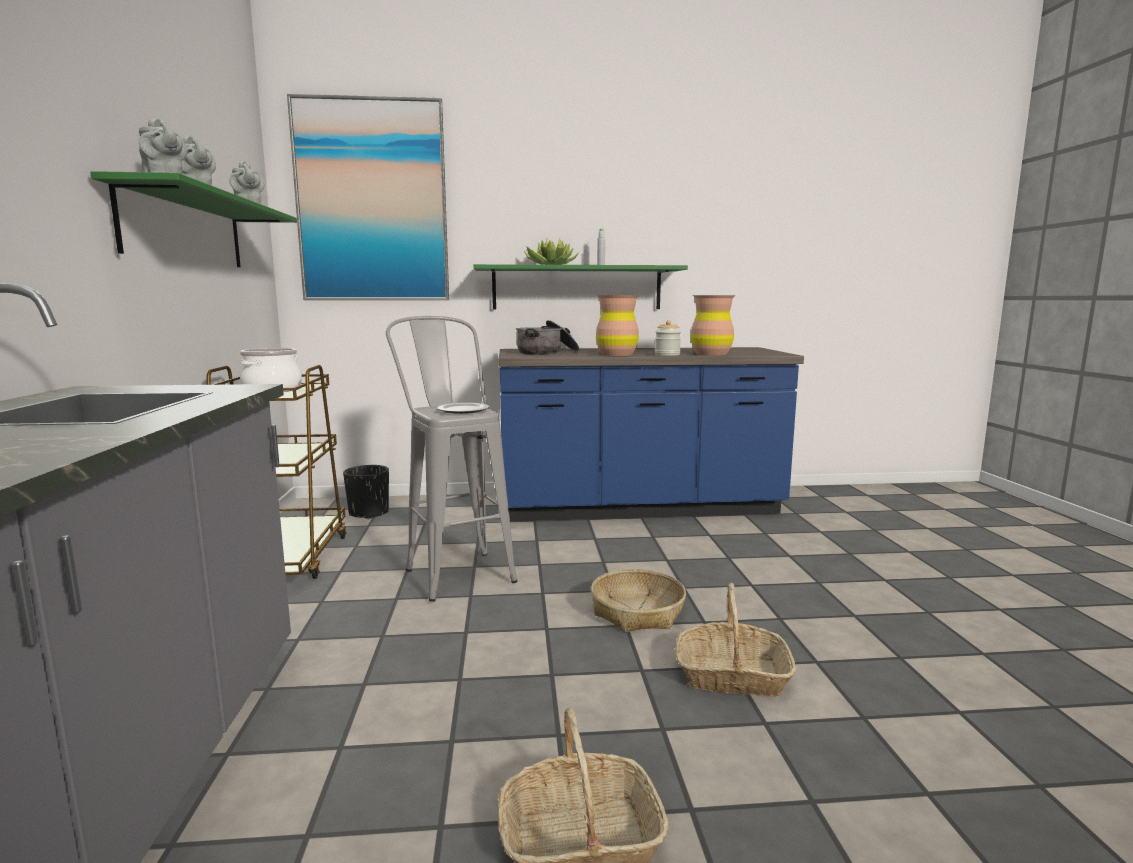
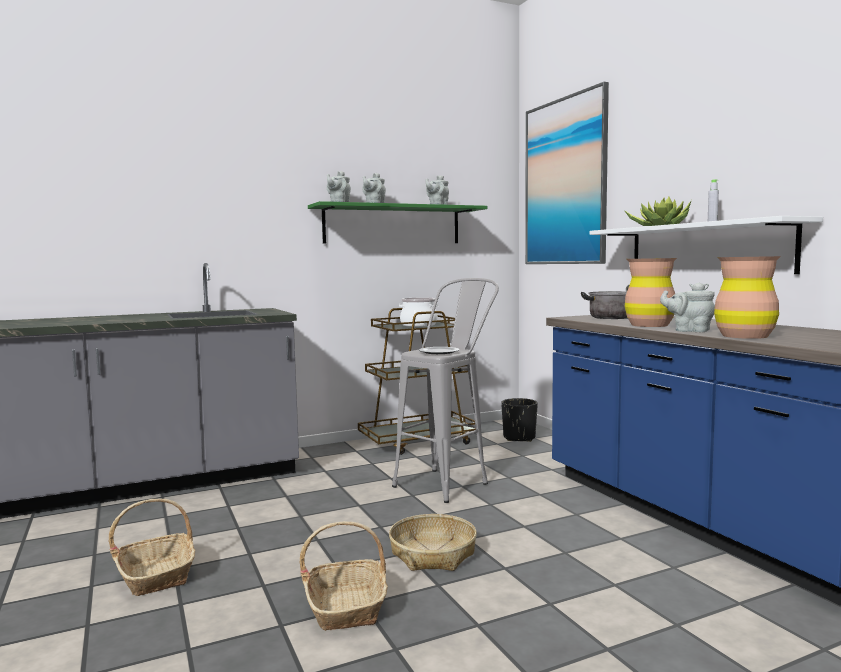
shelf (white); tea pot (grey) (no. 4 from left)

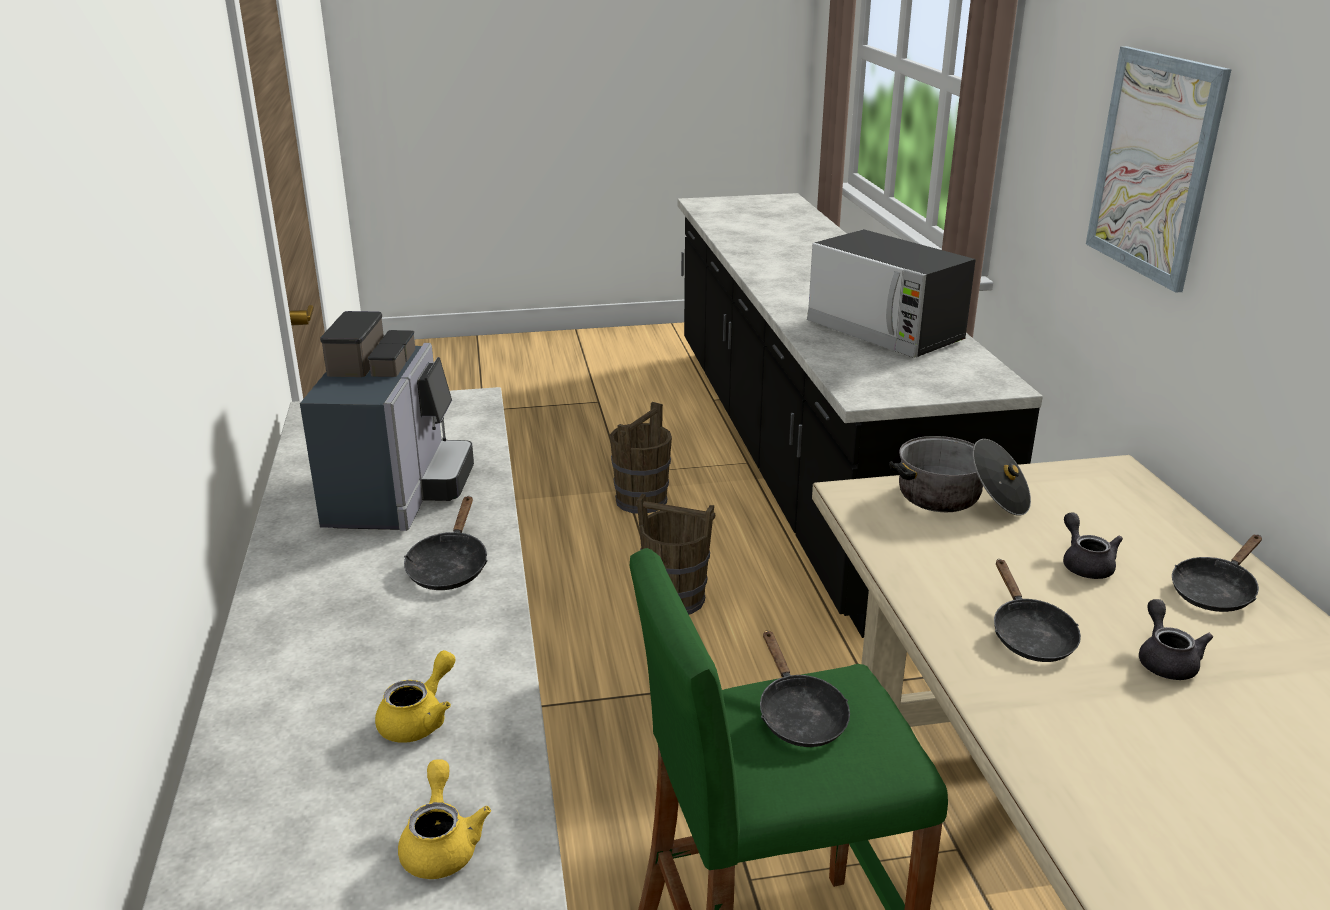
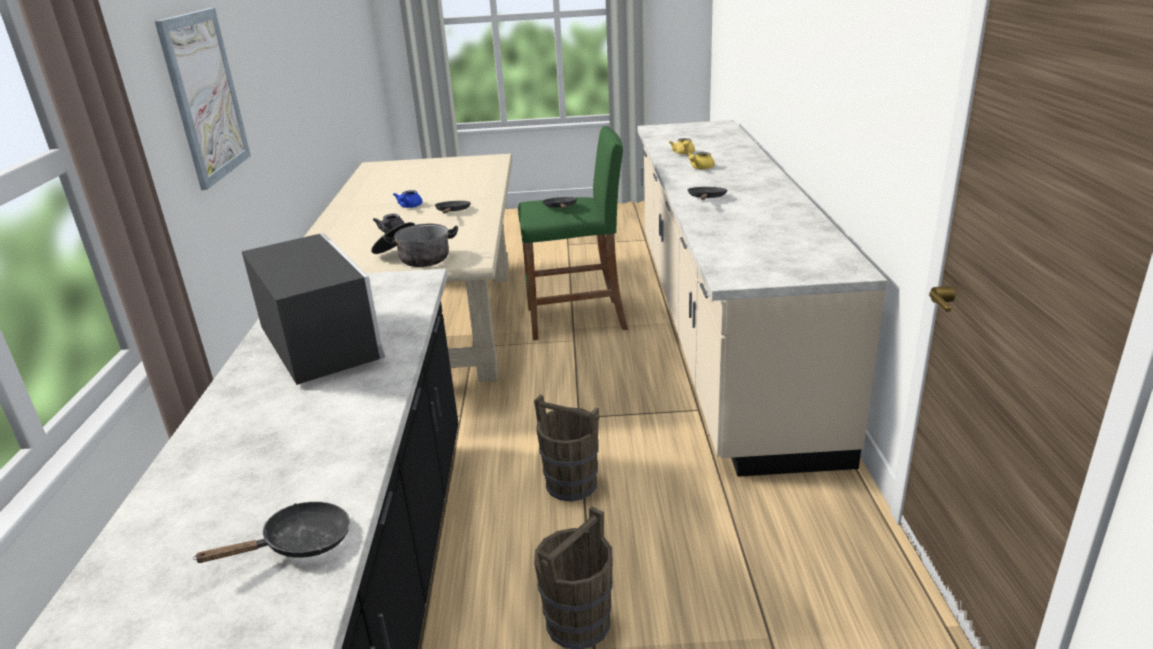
pan (blackish) (no. 1 from left); tea pot (blue); coffee machine

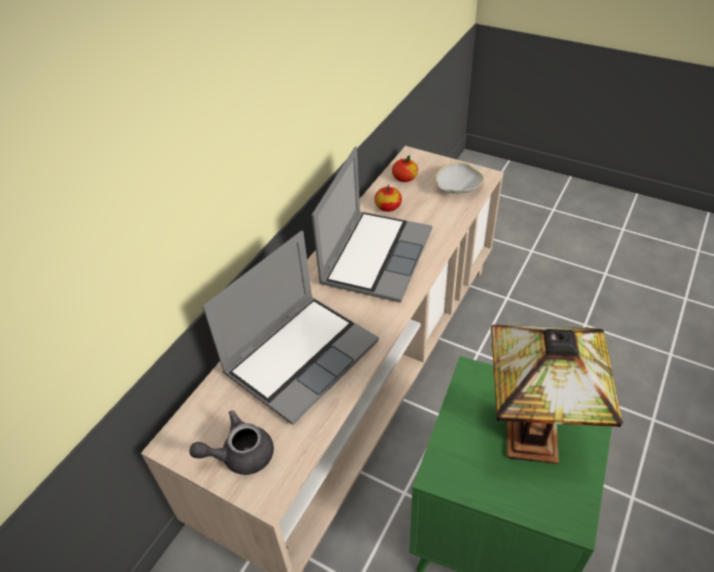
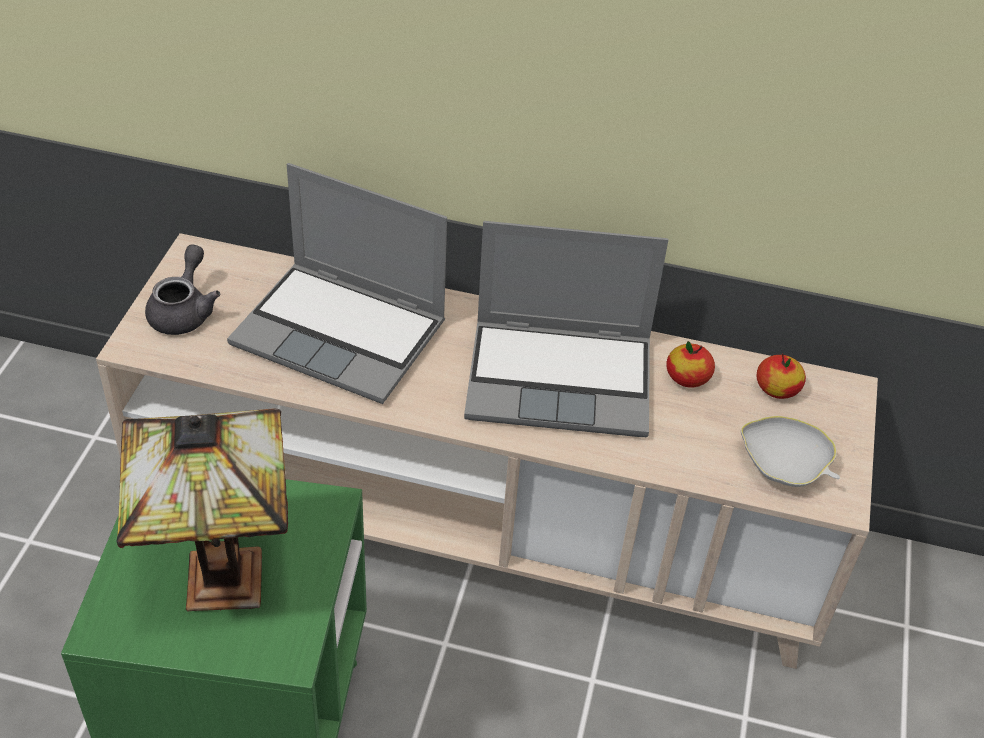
tea pot (grey)

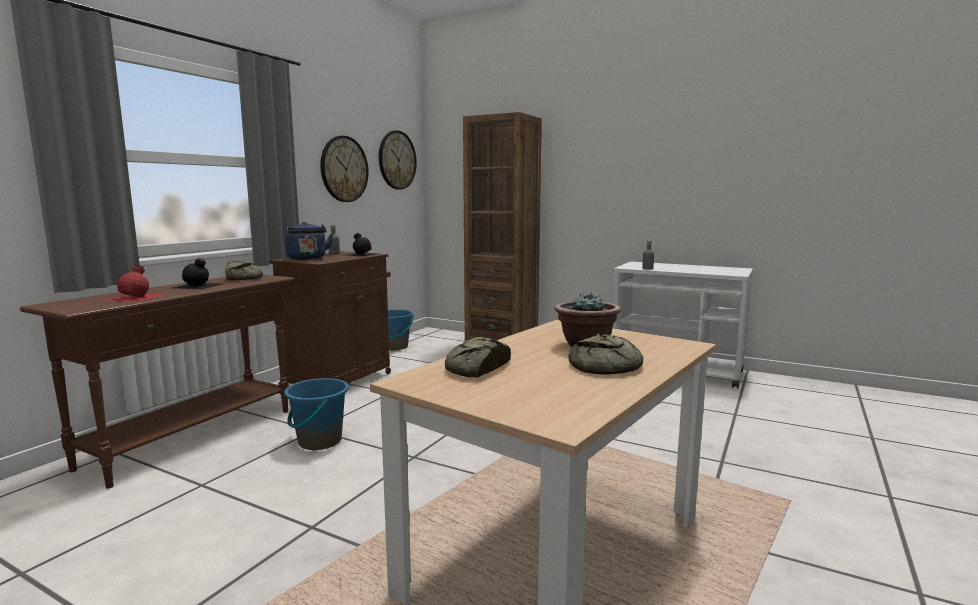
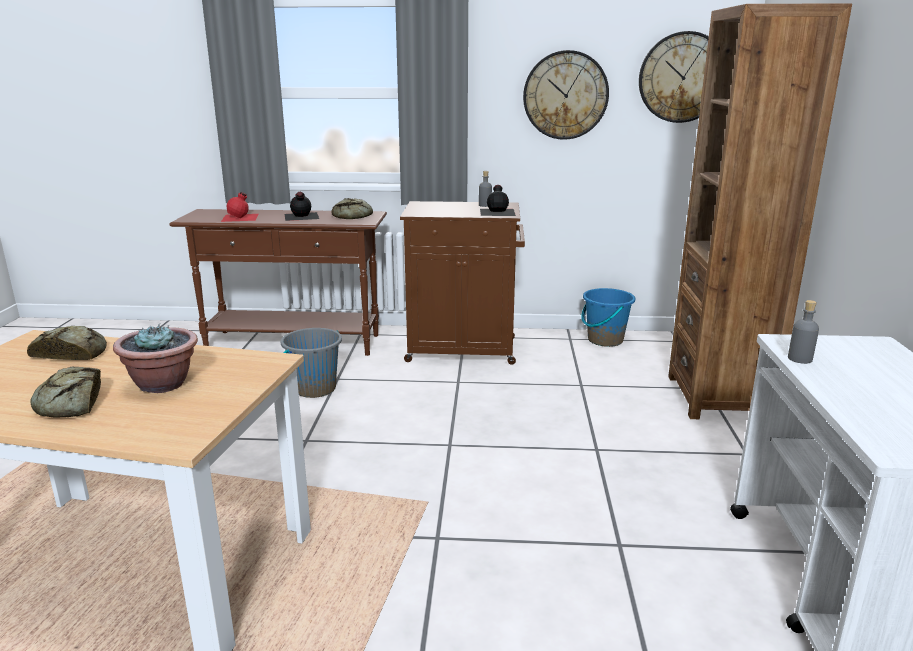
pail (grey); tea kettle (blue)

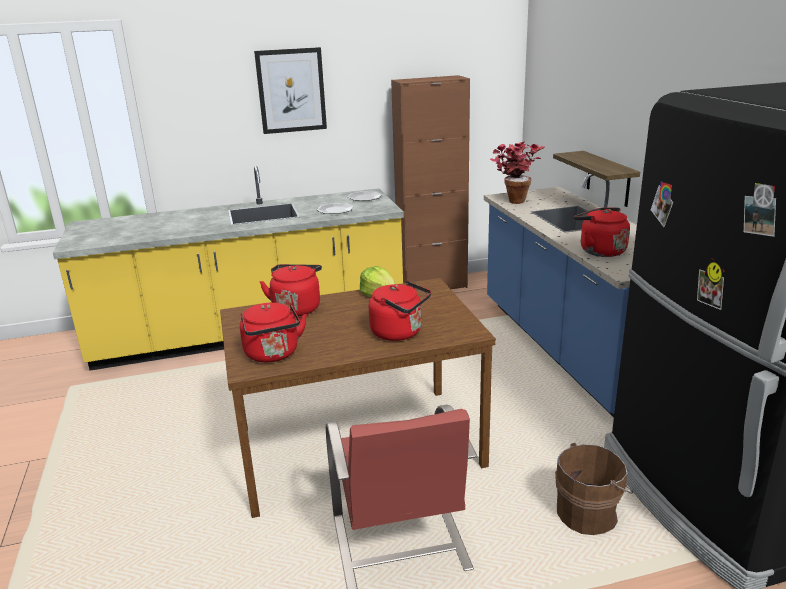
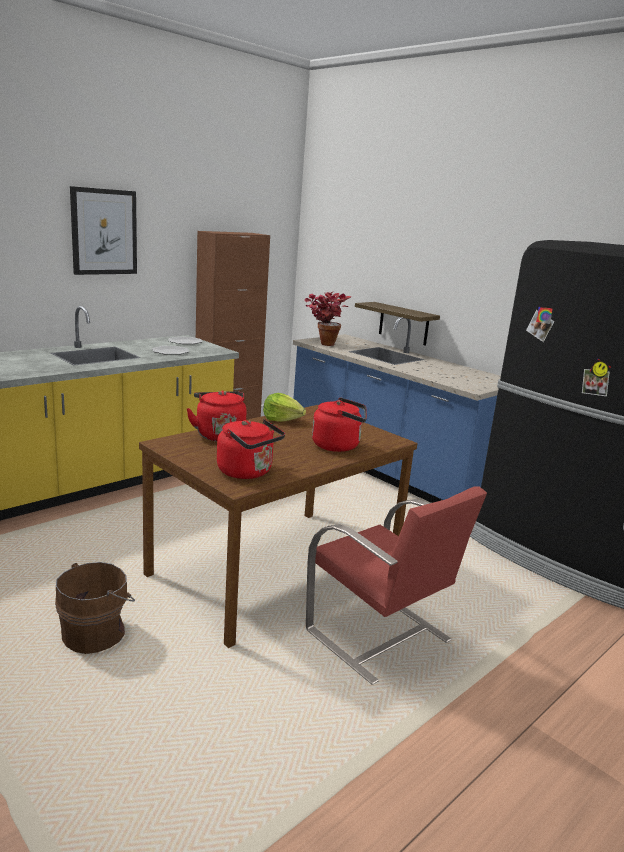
pail (brown-coloured); tea kettle (red-coloured) (no. 4 from left in the first image)

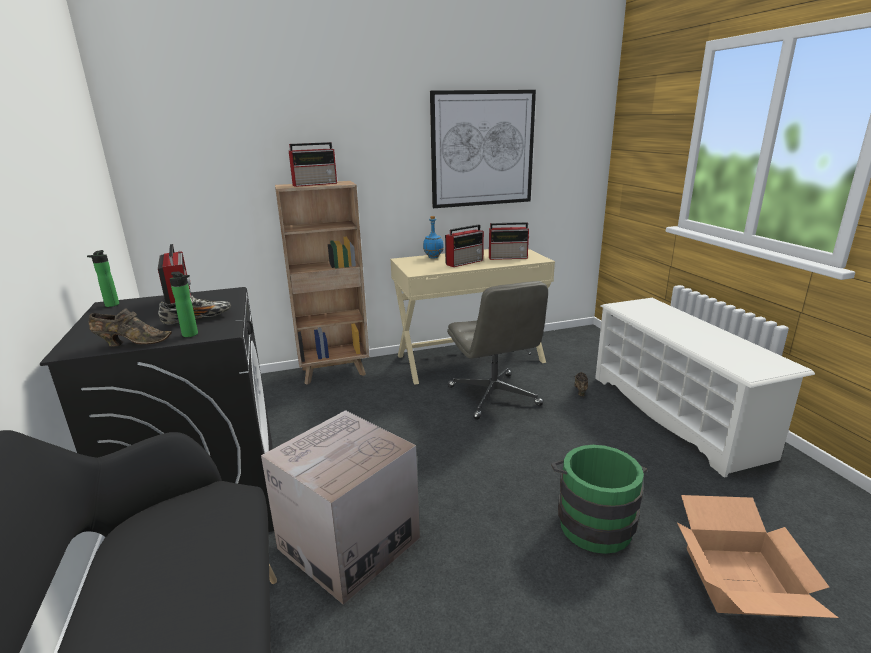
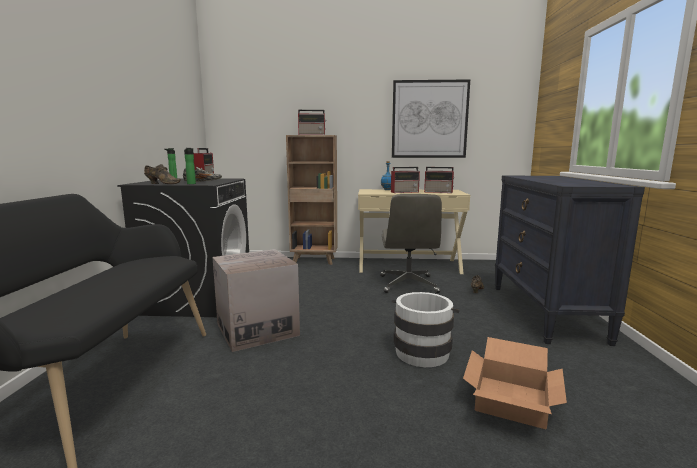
pail (white); chest of drawers (blackish)

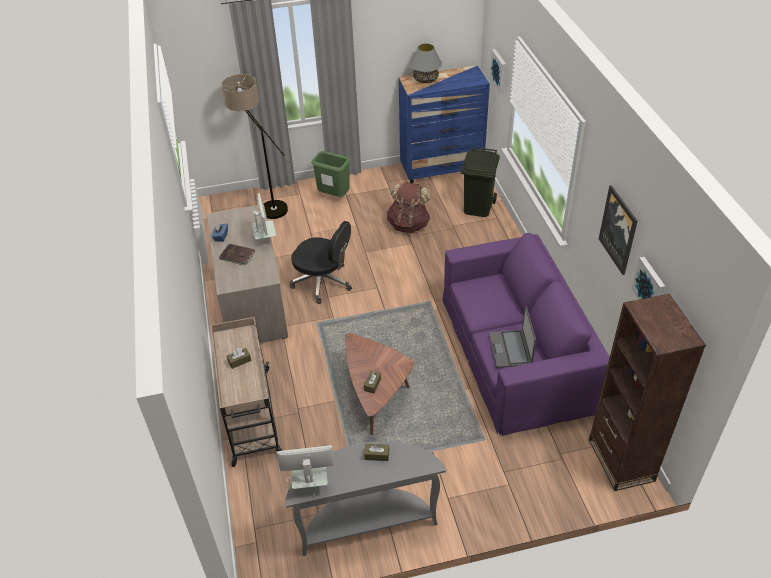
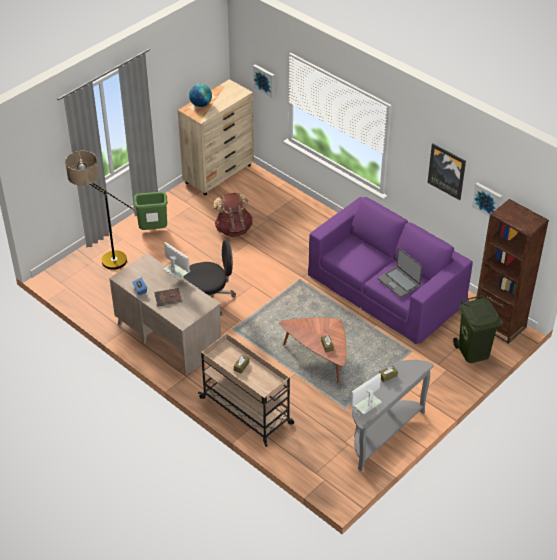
chest of drawers (beige-coloured); desk globe; rubbish bin (green) (no. 2 from left)

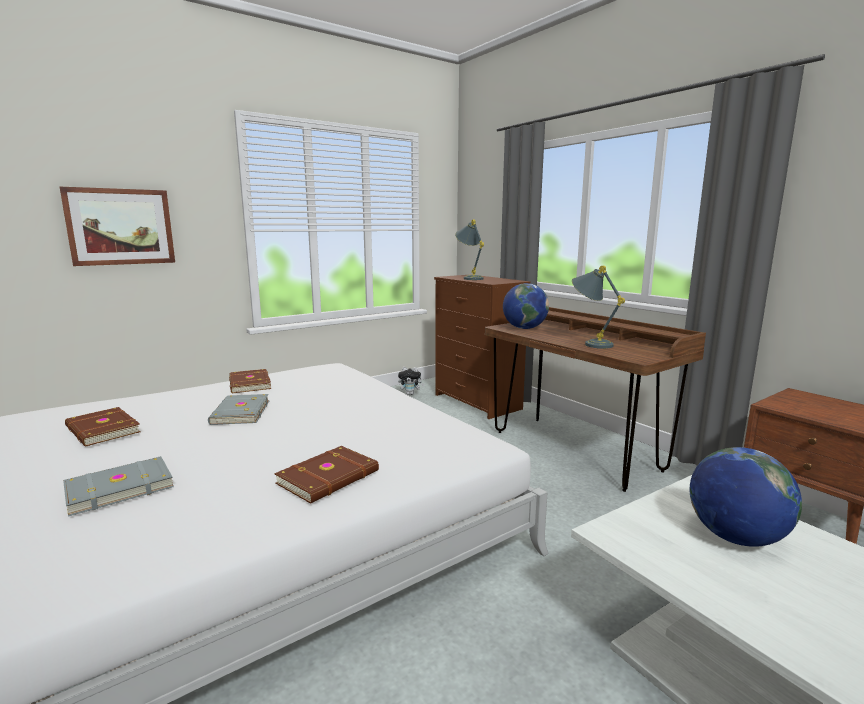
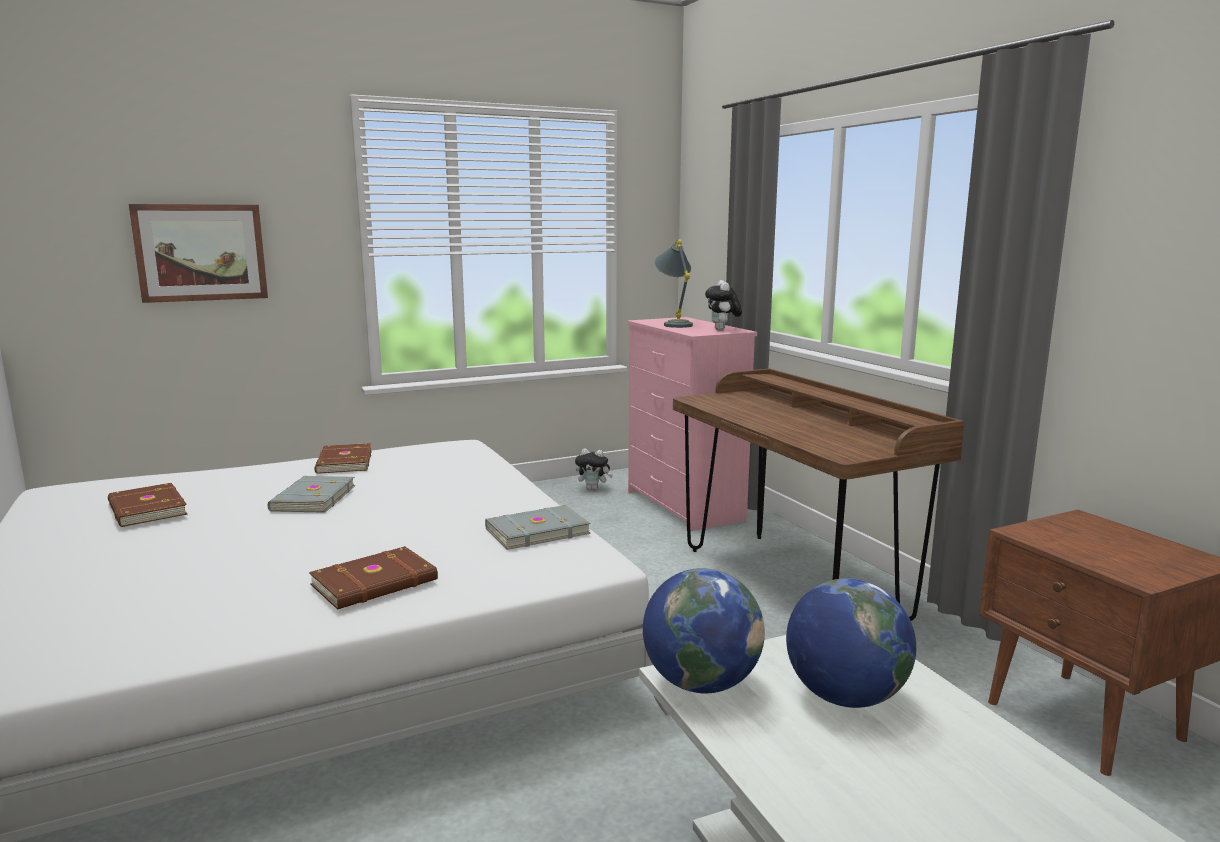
bound book (grey) (no. 2 from left); chest of drawers (pink); desk globe (no. 1 from left); plush toy (no. 2 from left); tabletop lamp (grey) (no. 2 from left in the first image)

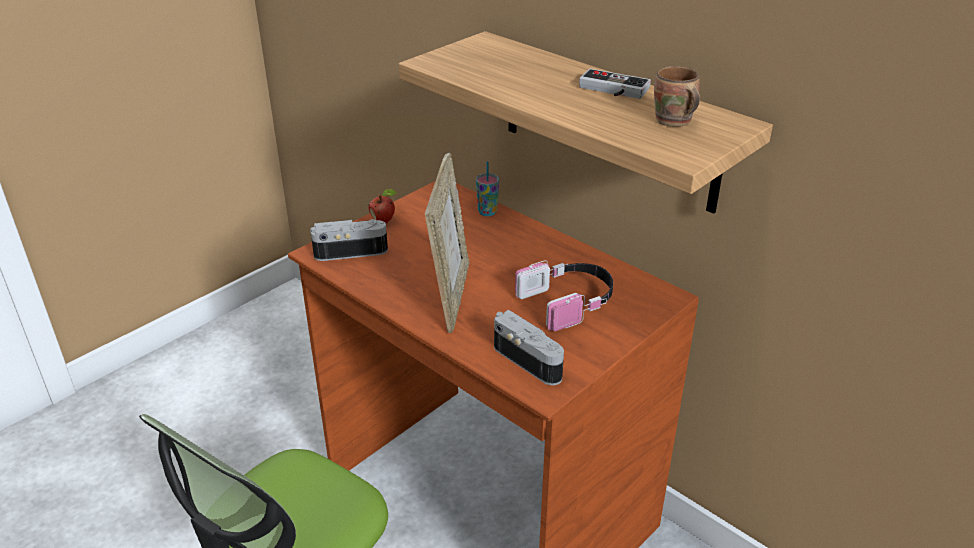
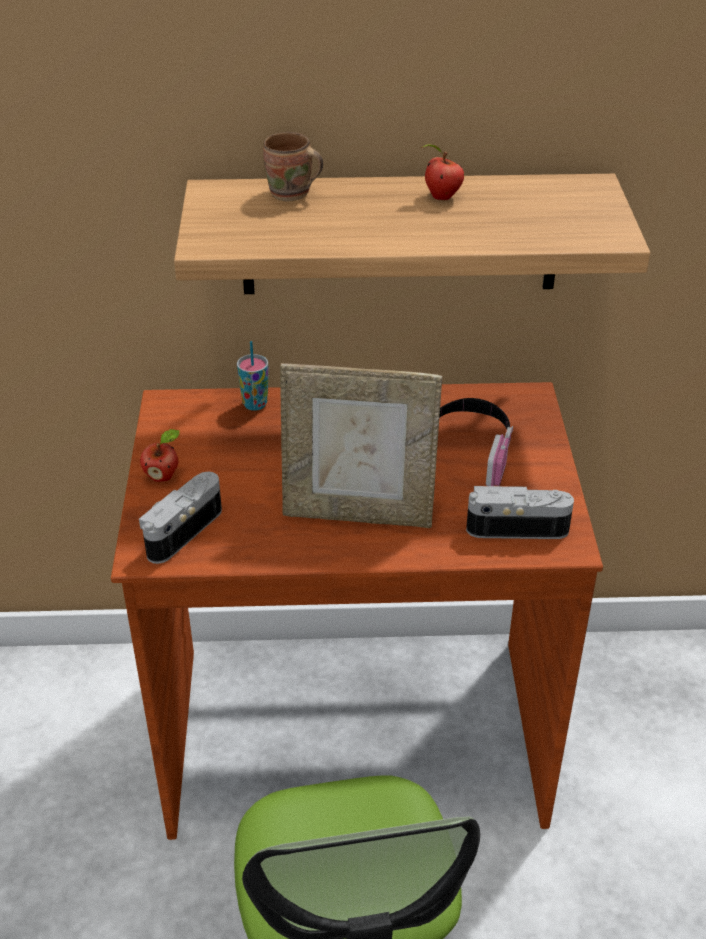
mug (brown-coloured); photo frame; whole apple (no. 2 from left)

